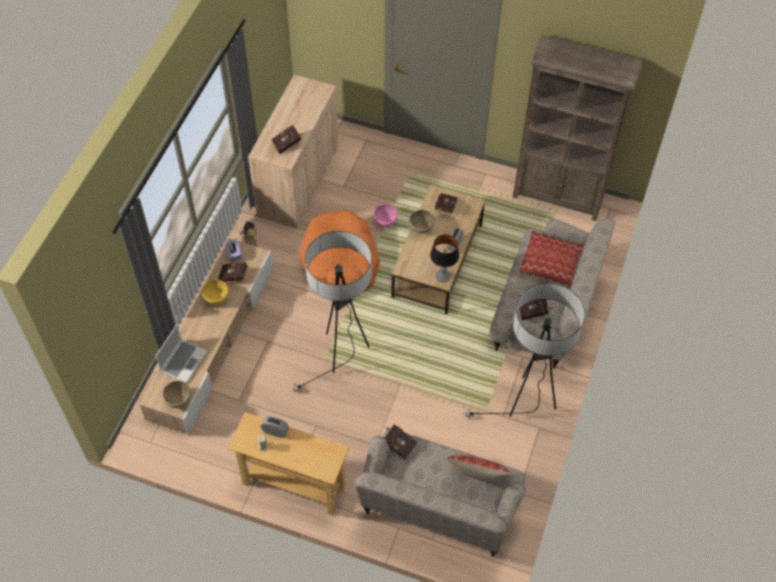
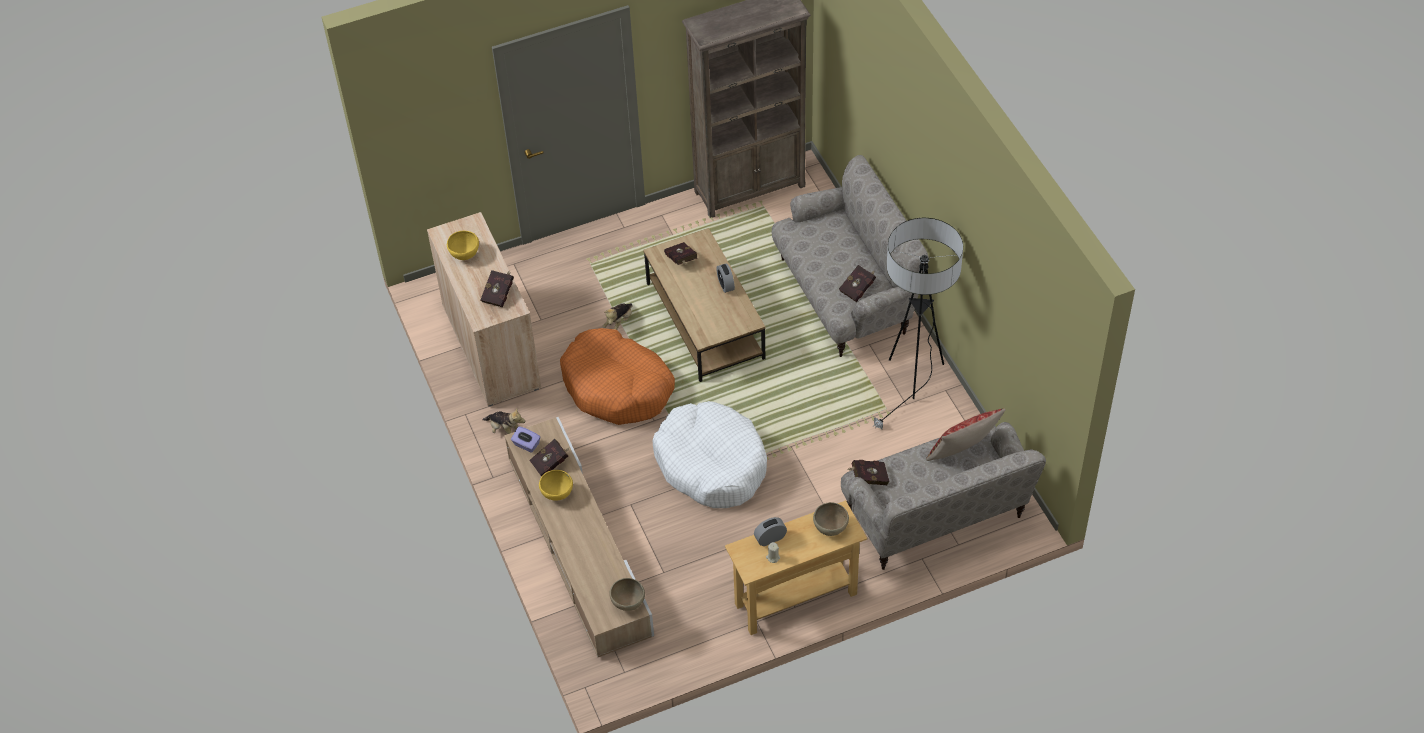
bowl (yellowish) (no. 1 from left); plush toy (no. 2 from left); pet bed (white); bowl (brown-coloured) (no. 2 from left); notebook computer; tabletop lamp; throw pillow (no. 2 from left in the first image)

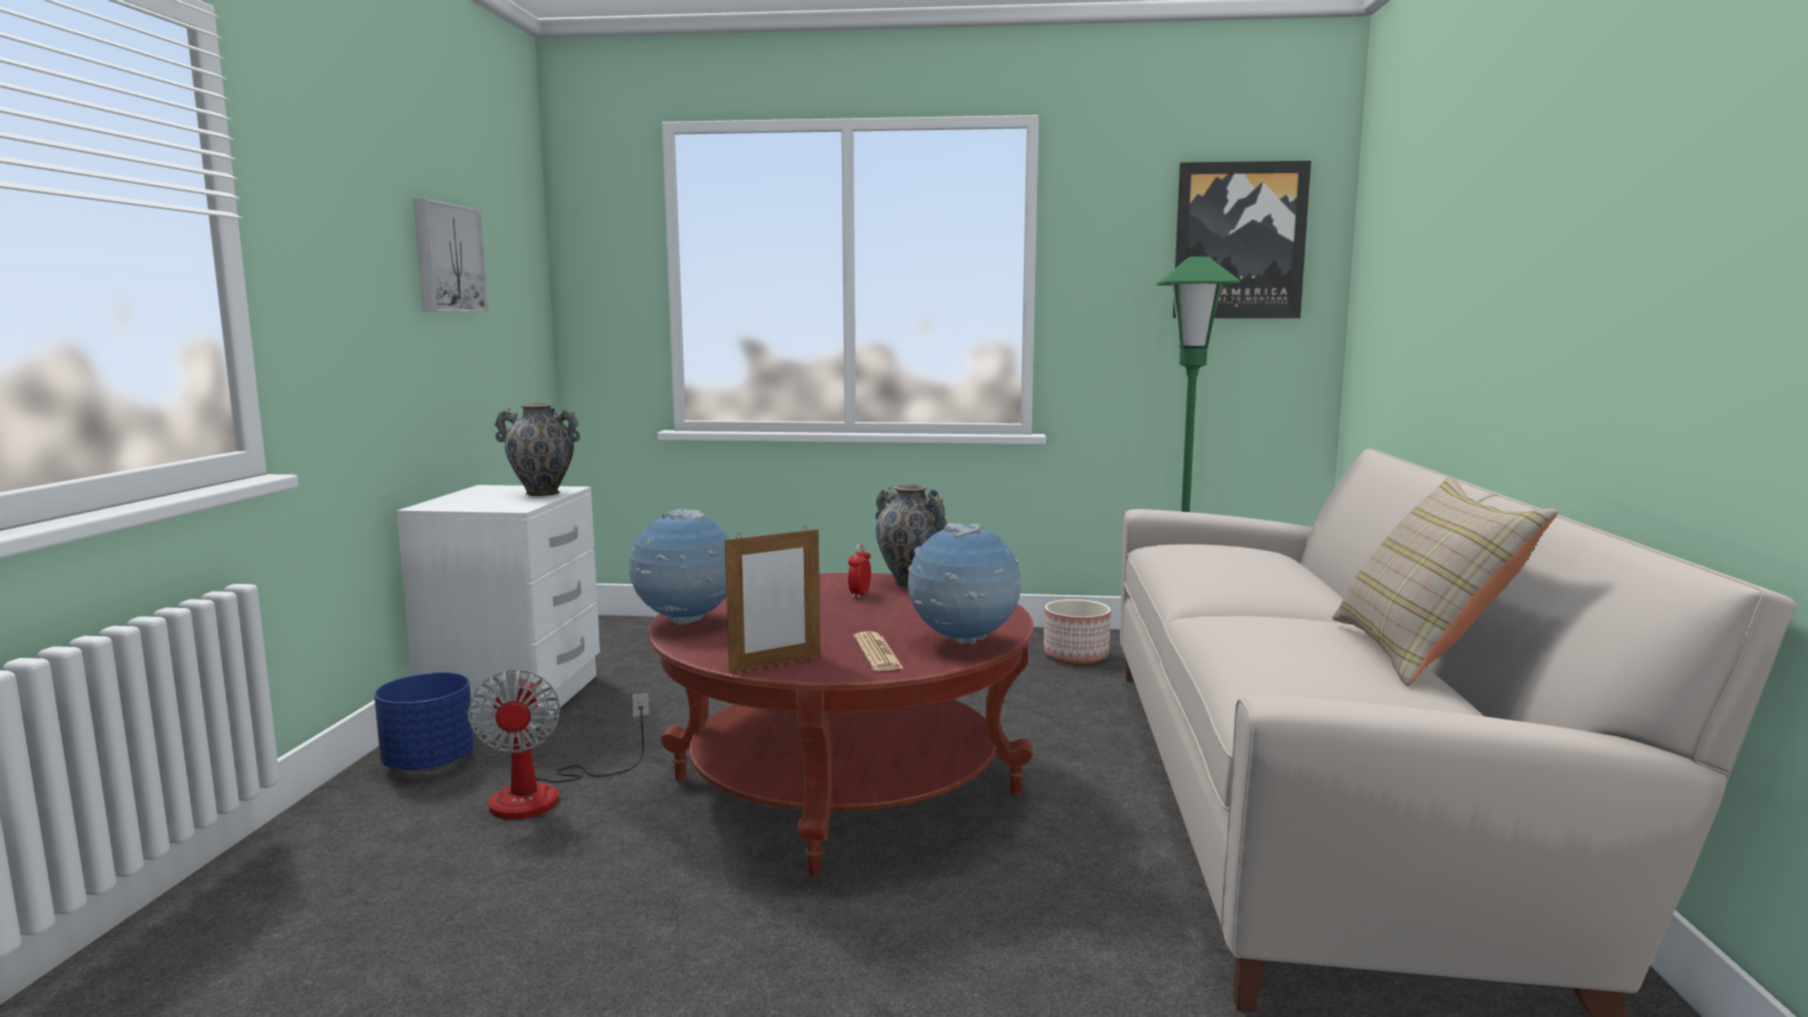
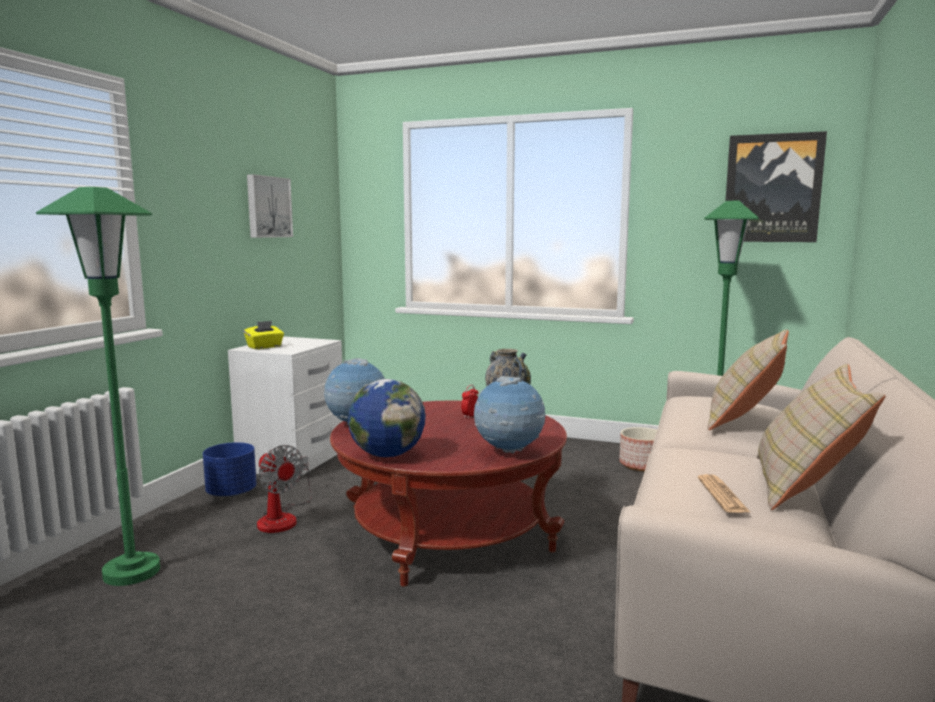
standard lamp (green) (no. 1 from left); tissue holder (yellowish); electric fan; desk globe (no. 2 from left); newspaper; throw pillow (beige-coloured) (no. 1 from left); decorative vase (no. 1 from left in the first image)

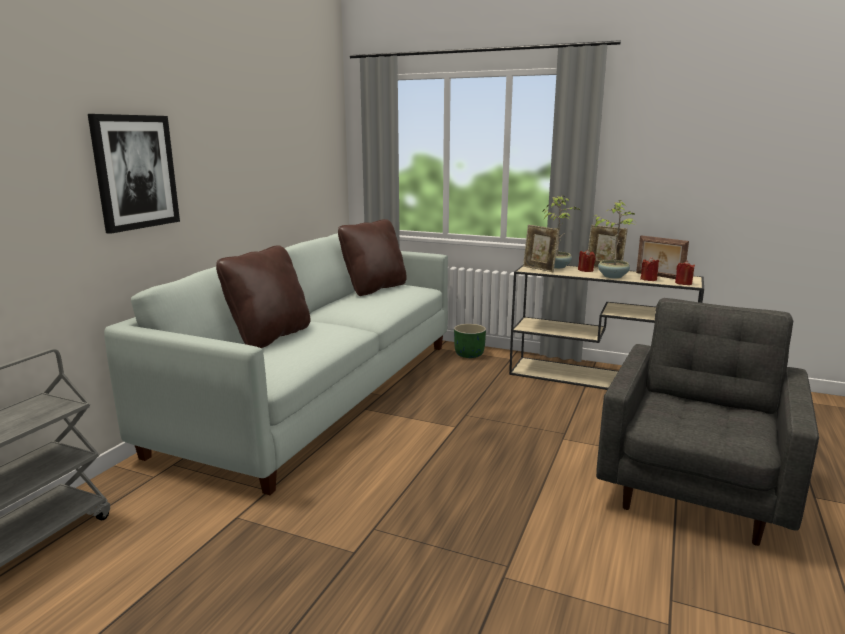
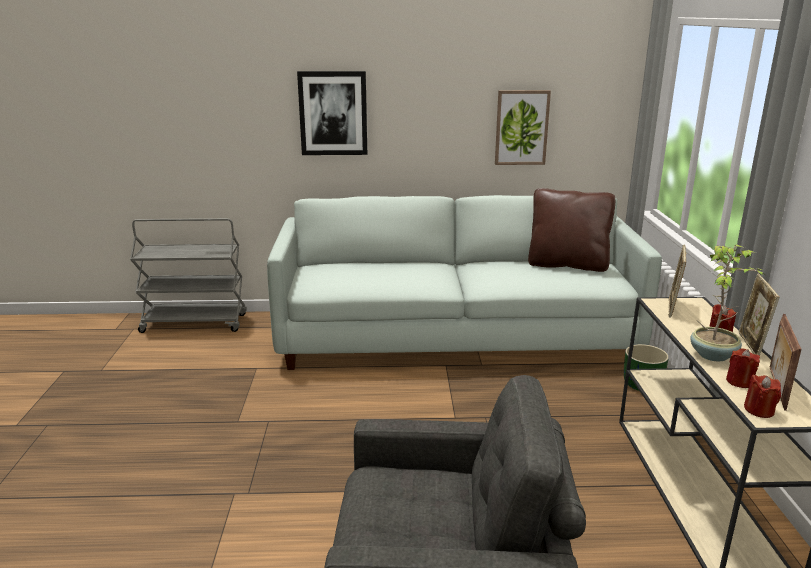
wall art (no. 2 from left); throw pillow (brown-coloured) (no. 1 from left in the first image); houseplant (no. 1 from left in the first image)

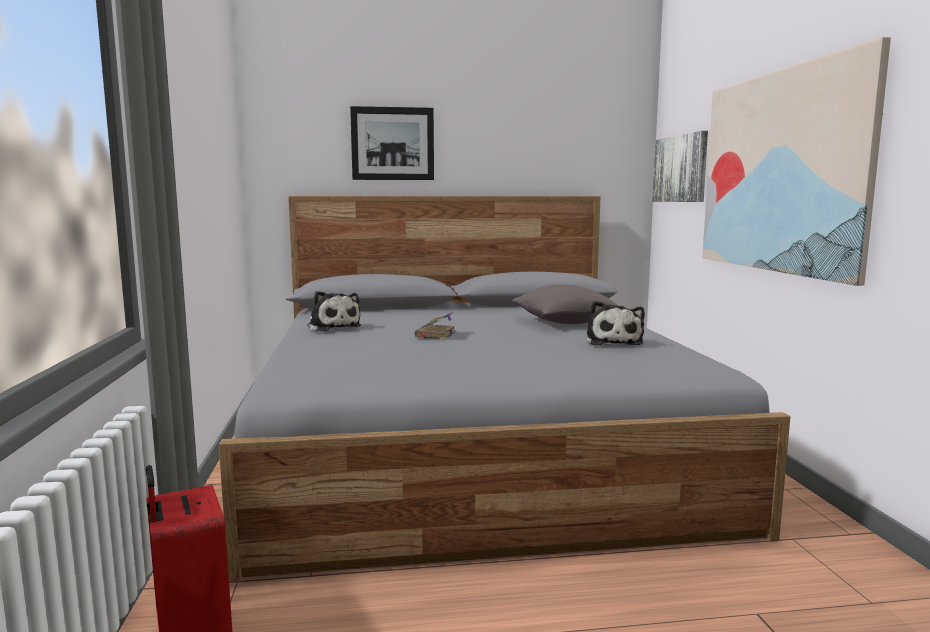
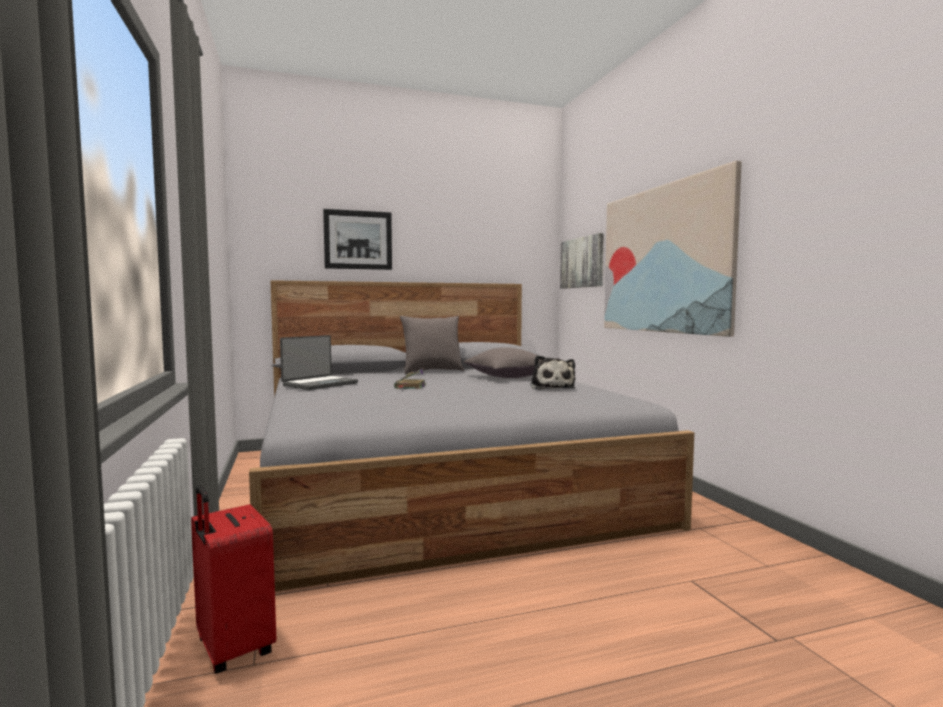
notebook computer; throw pillow (grey) (no. 1 from left)

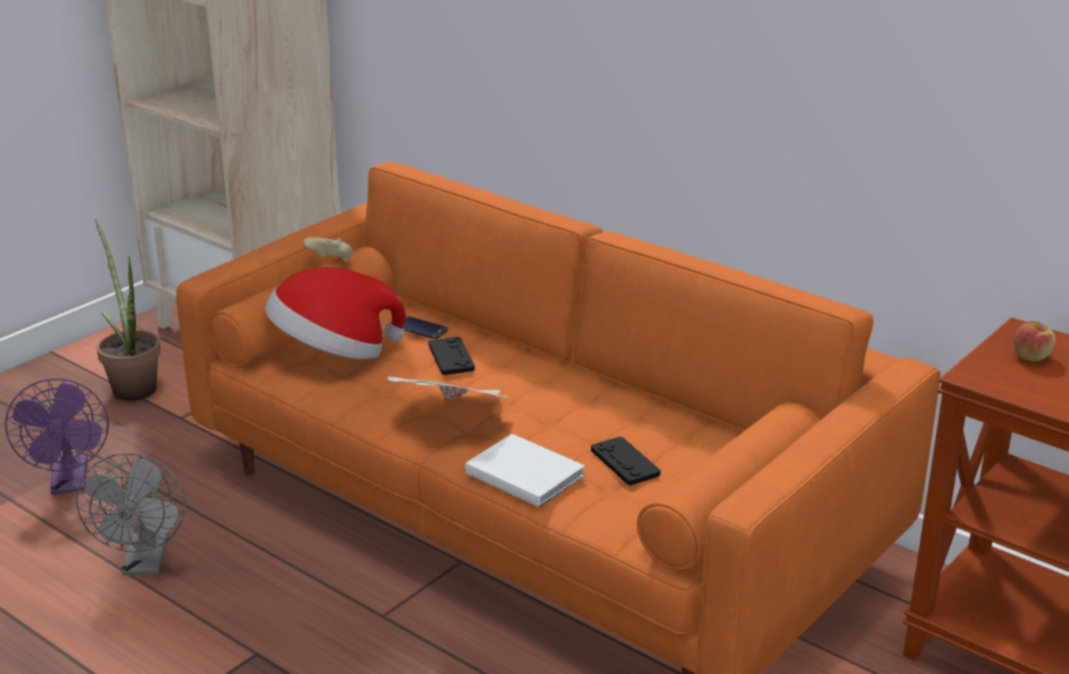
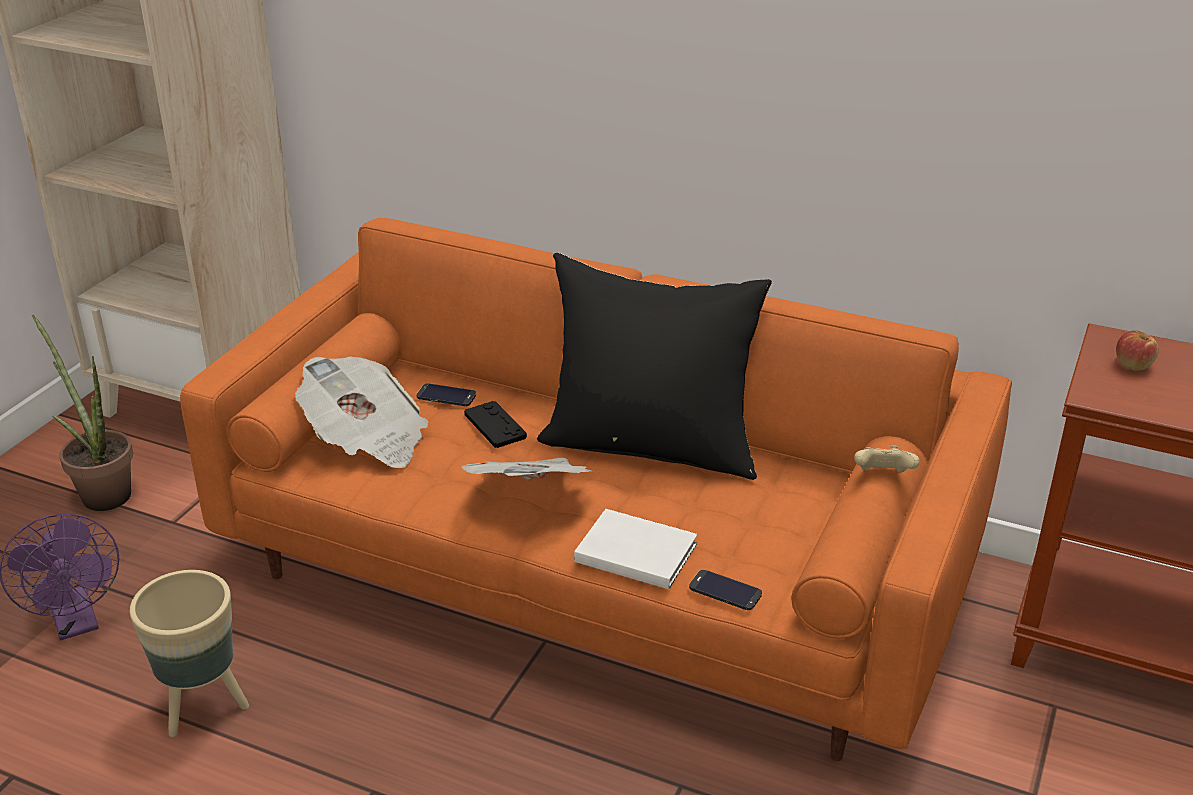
planter (beige-coloured); newspaper (no. 1 from left); throw pillow (blackish); telephone (no. 2 from left); game controller (beige-coloured); game controller (blackish) (no. 2 from left in the first image)

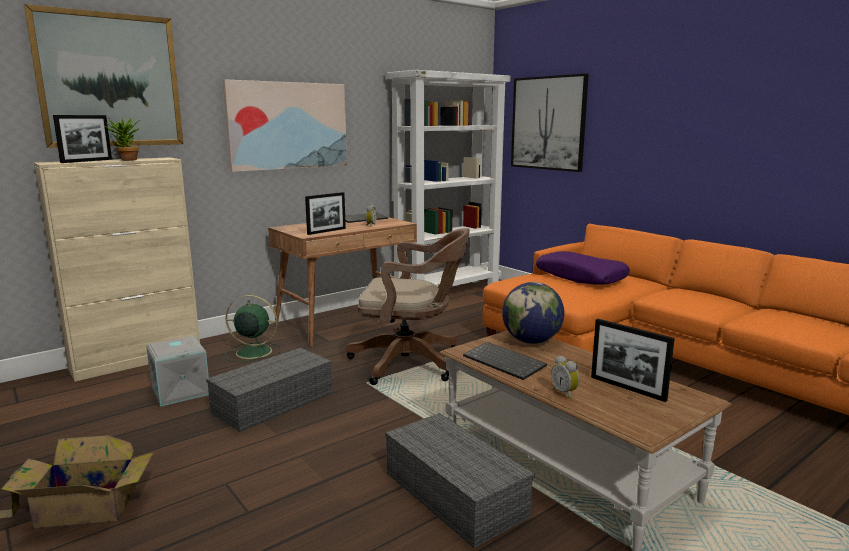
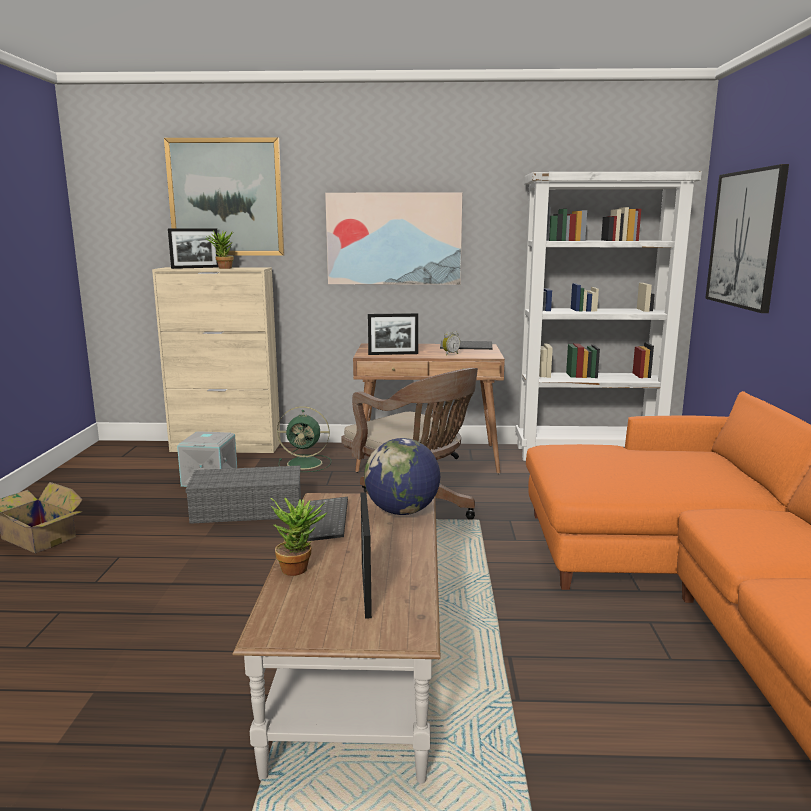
houseplant (no. 2 from left); electric fan (green); storage box (grey) (no. 3 from left in the first image); throw pillow (purple)

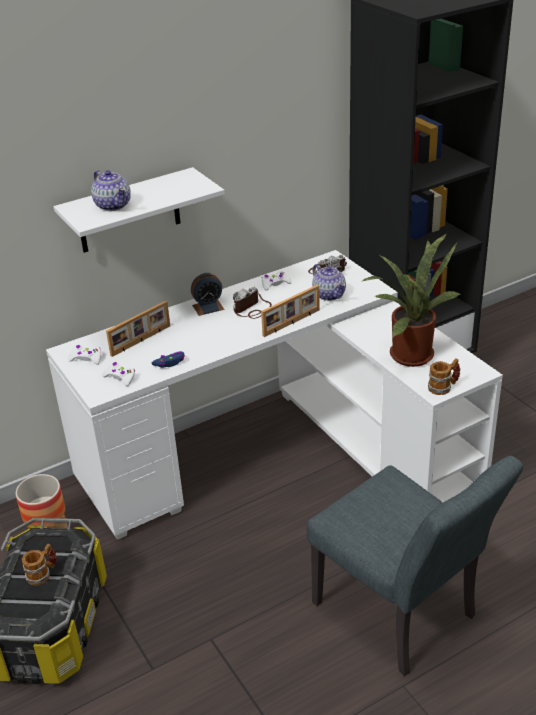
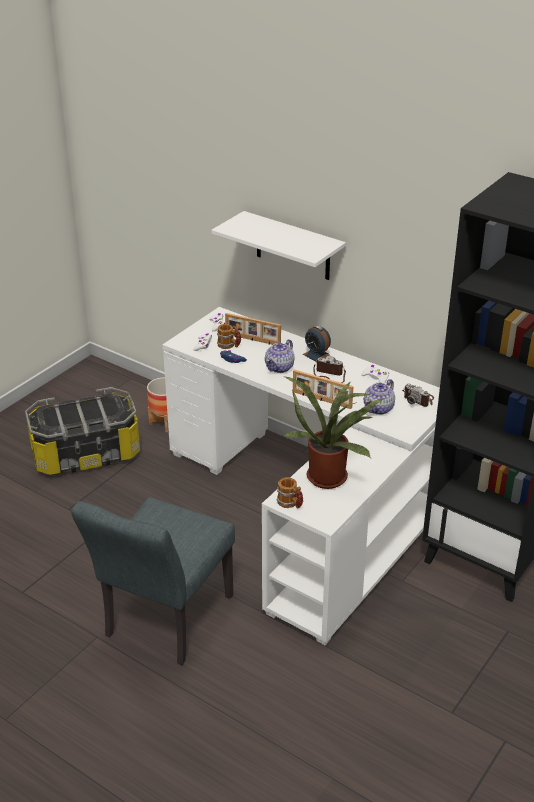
mug (no. 1 from left); tea pot (no. 1 from left)

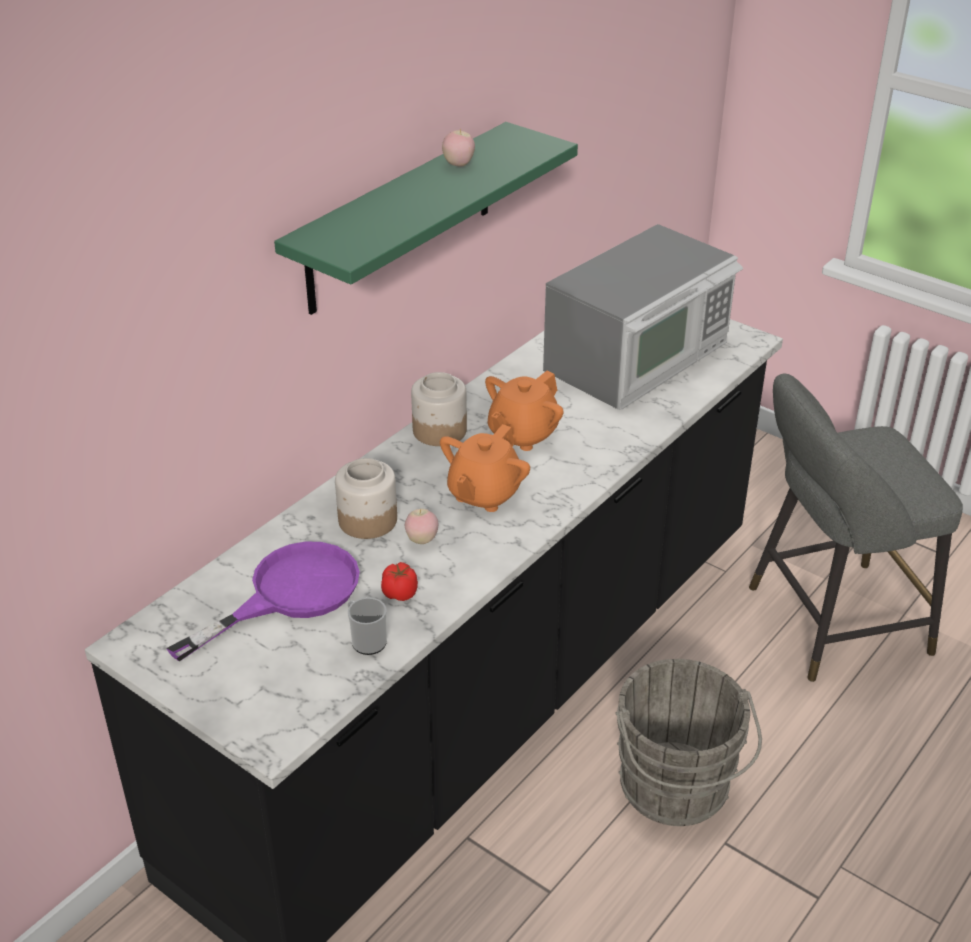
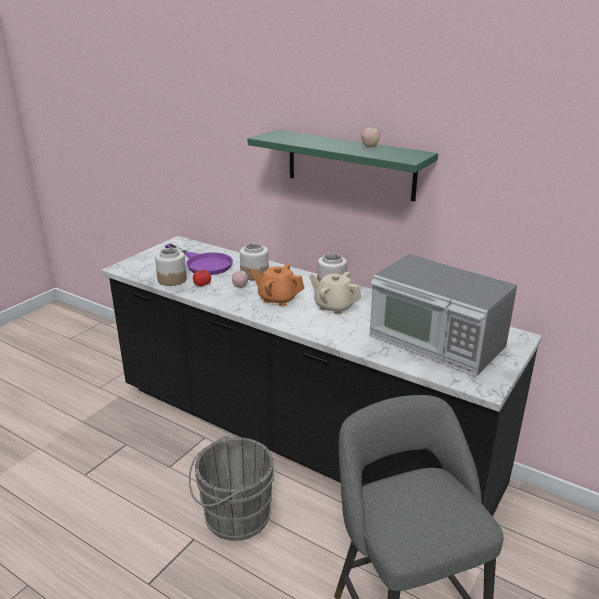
preserve jar (no. 1 from left); tea pot (beige-coloured)

